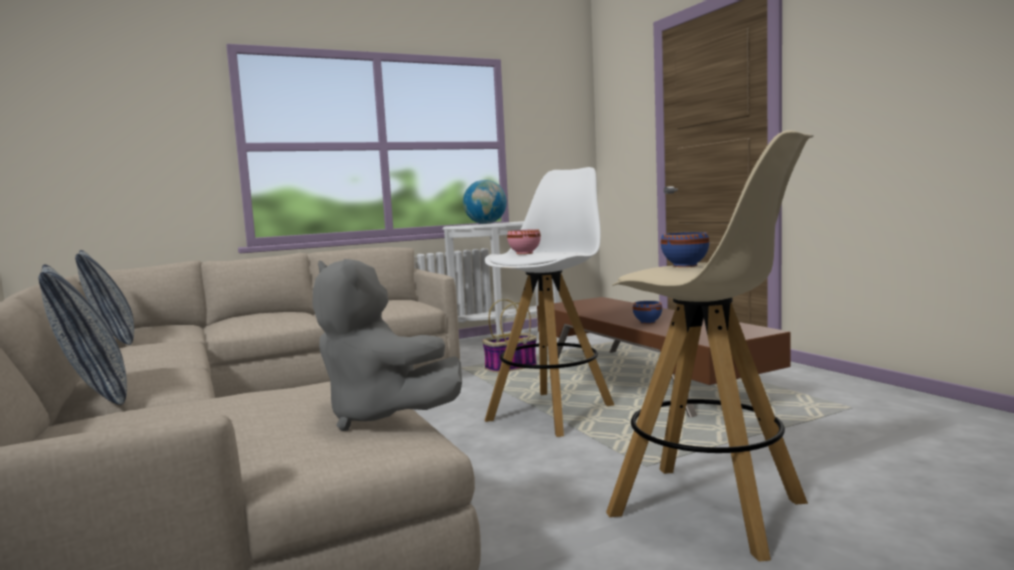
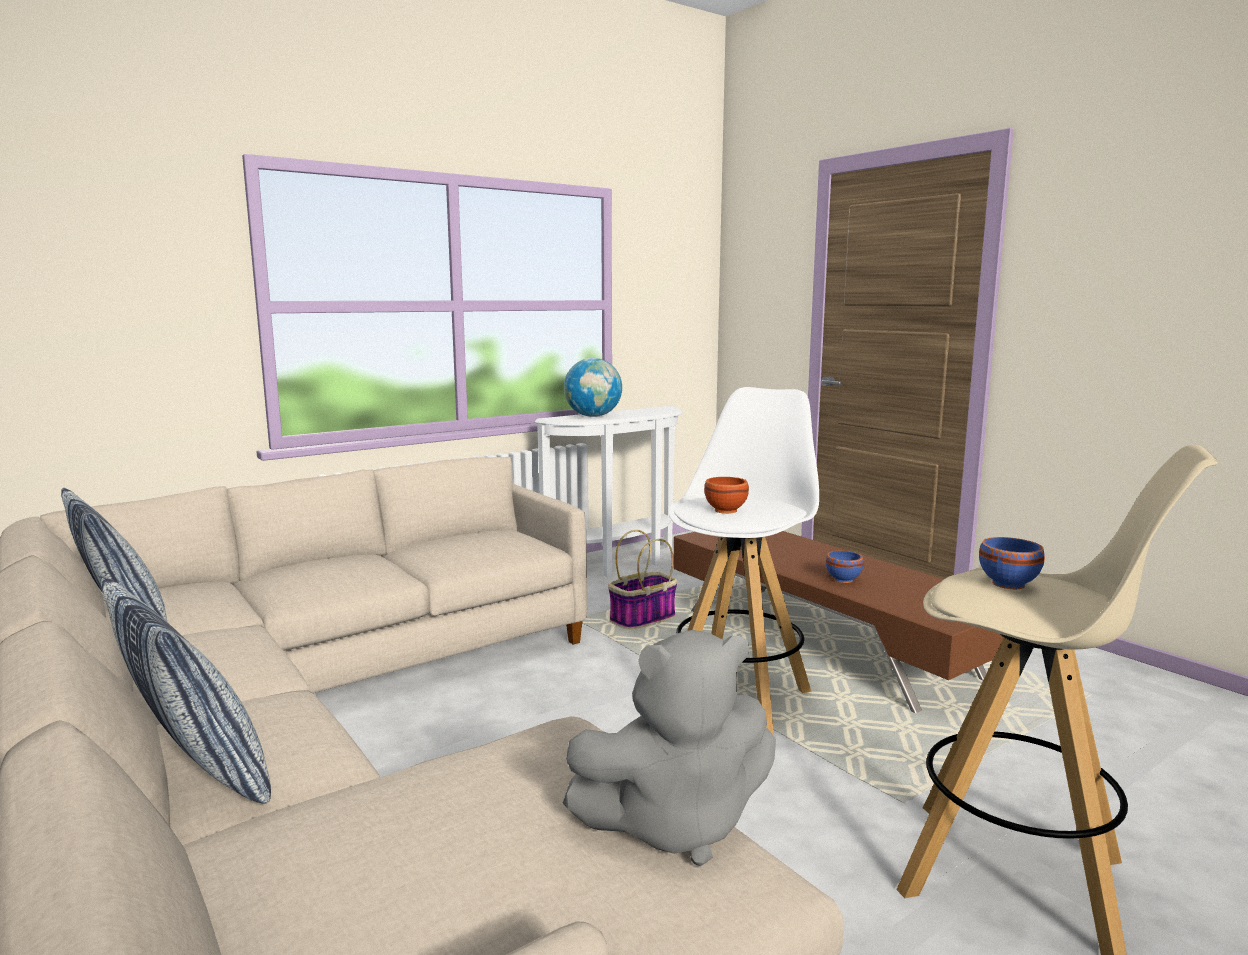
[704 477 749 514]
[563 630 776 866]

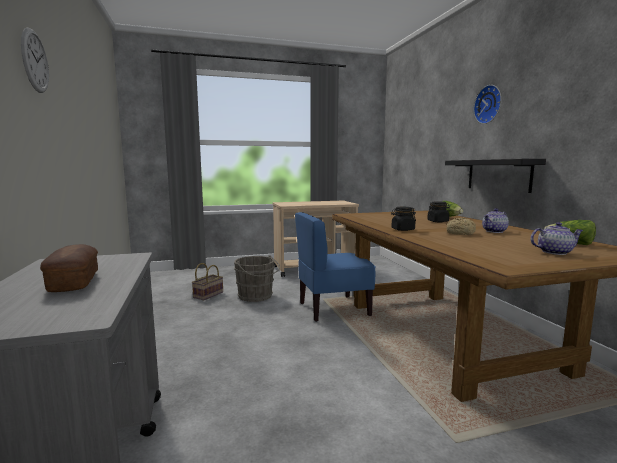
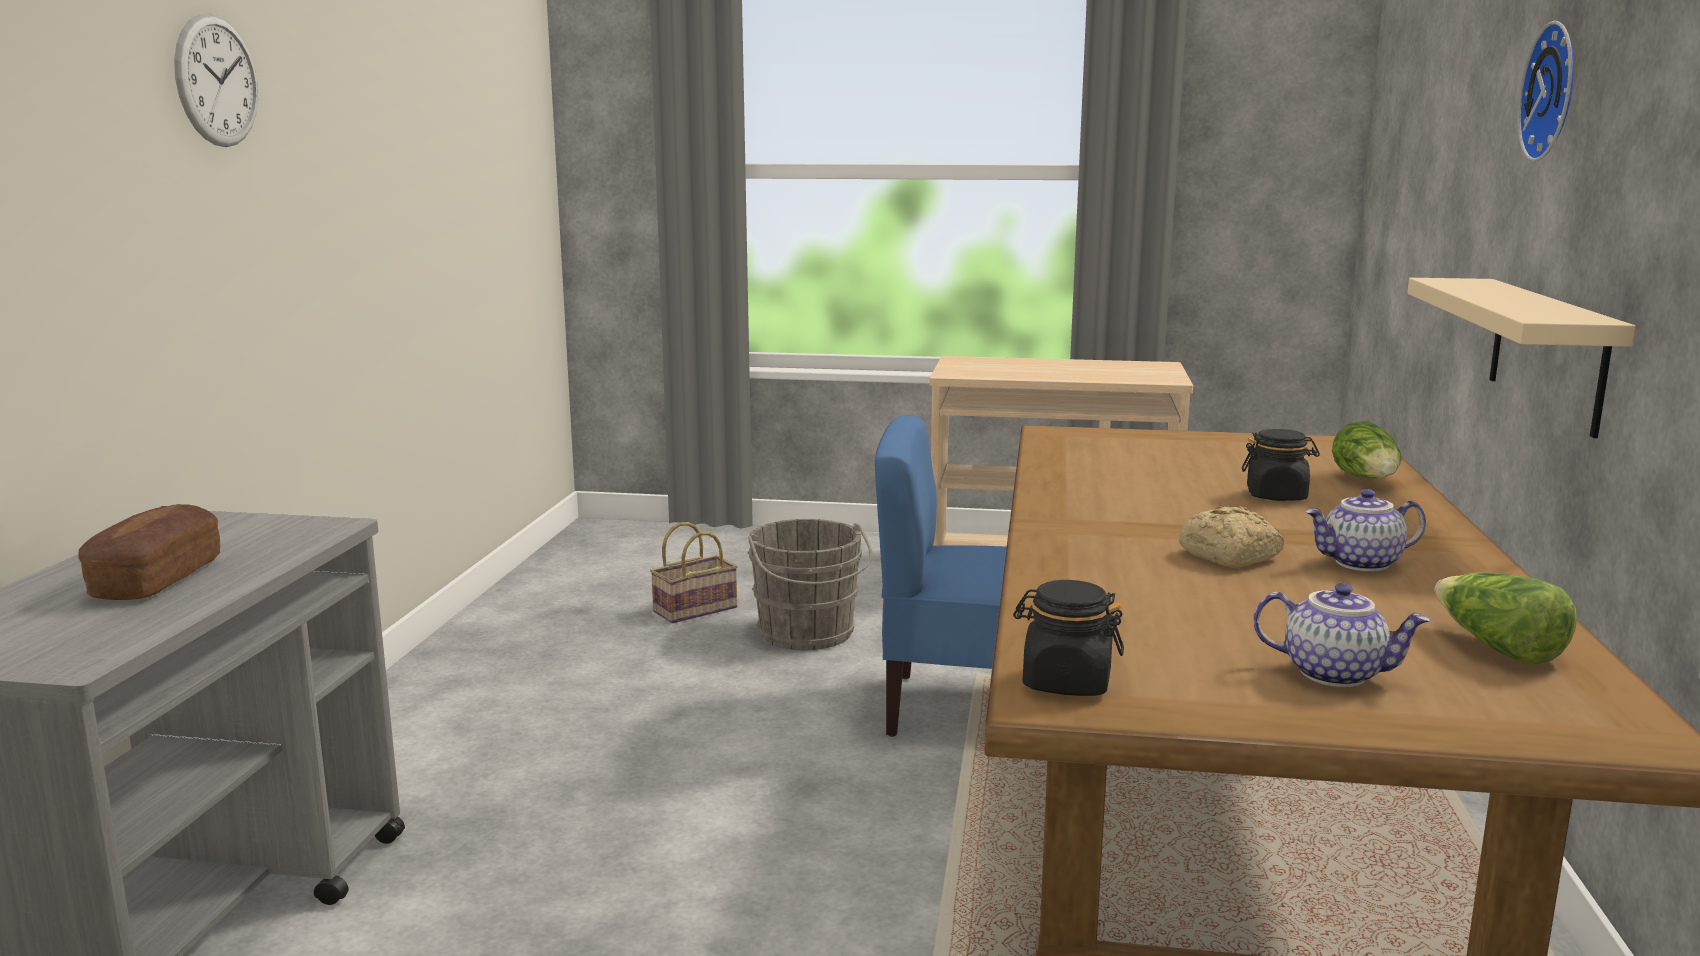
[1013 580 1124 696]
[1407 278 1636 438]

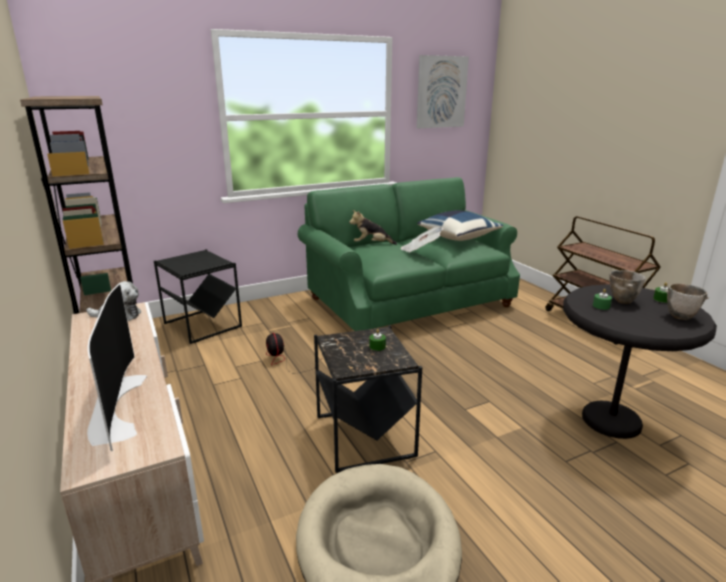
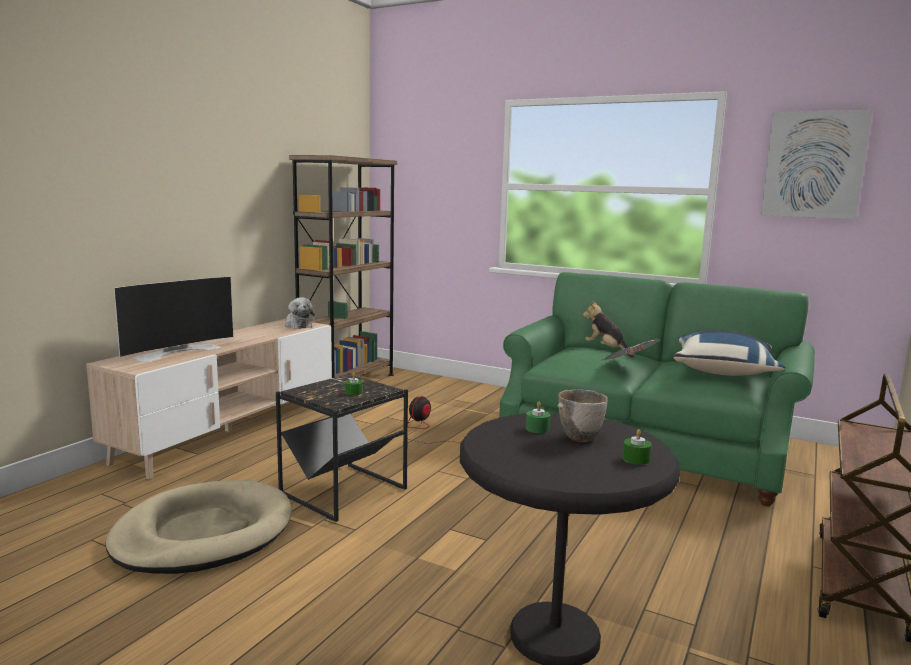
[154 249 242 344] (first image)
[665 283 709 320] (first image)

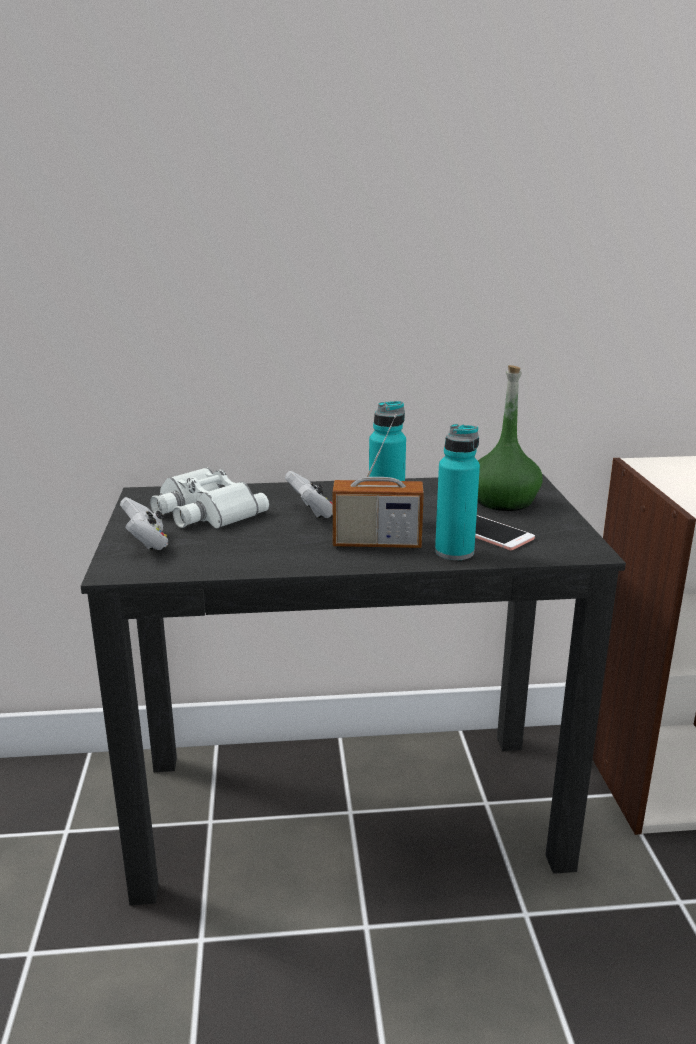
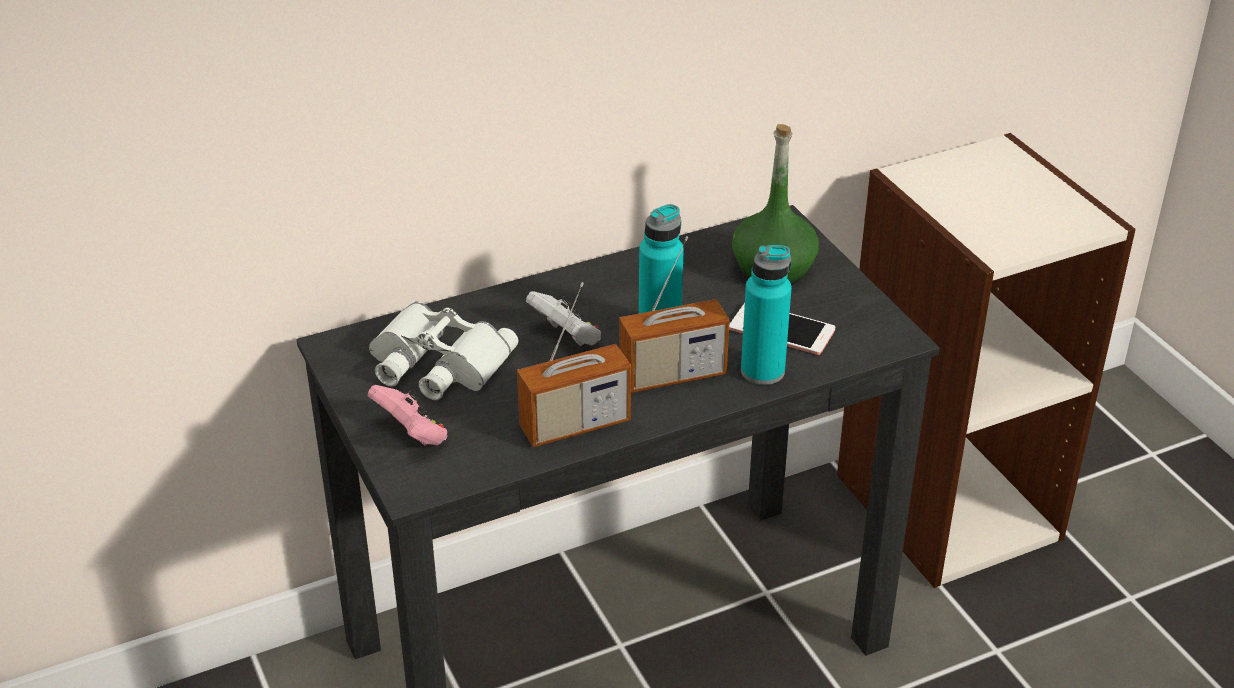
[517 282 631 447]
[368 385 448 446]

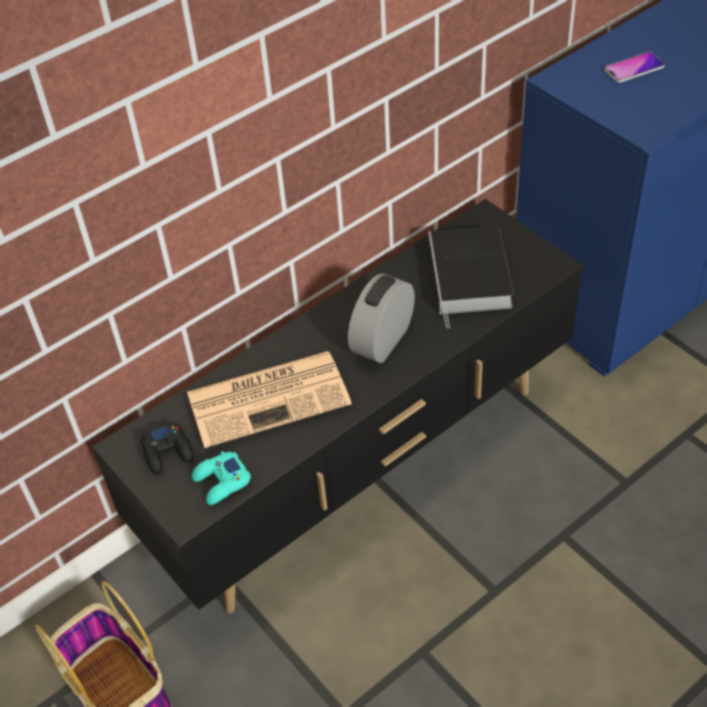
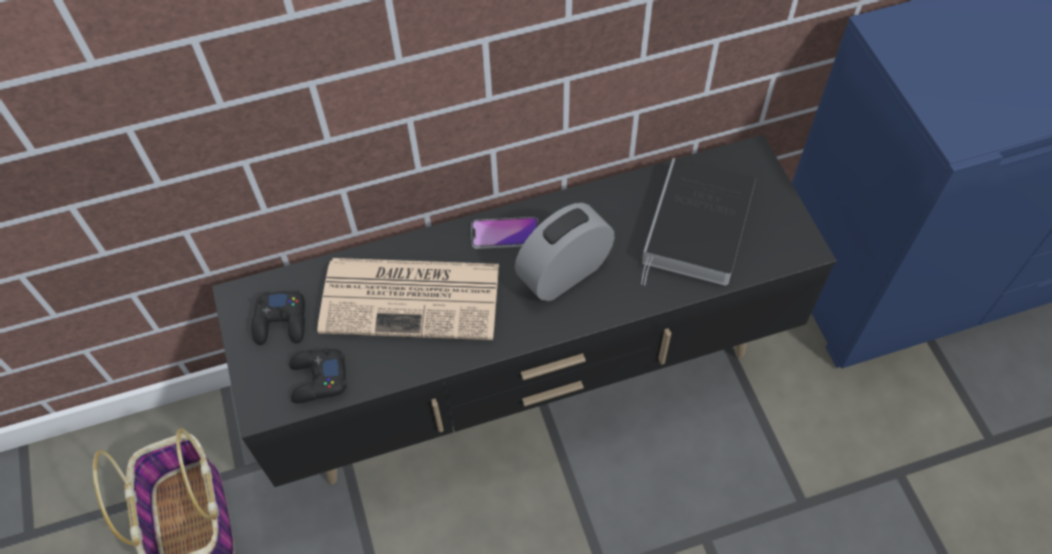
[471 217 538 249]
[289 348 347 403]

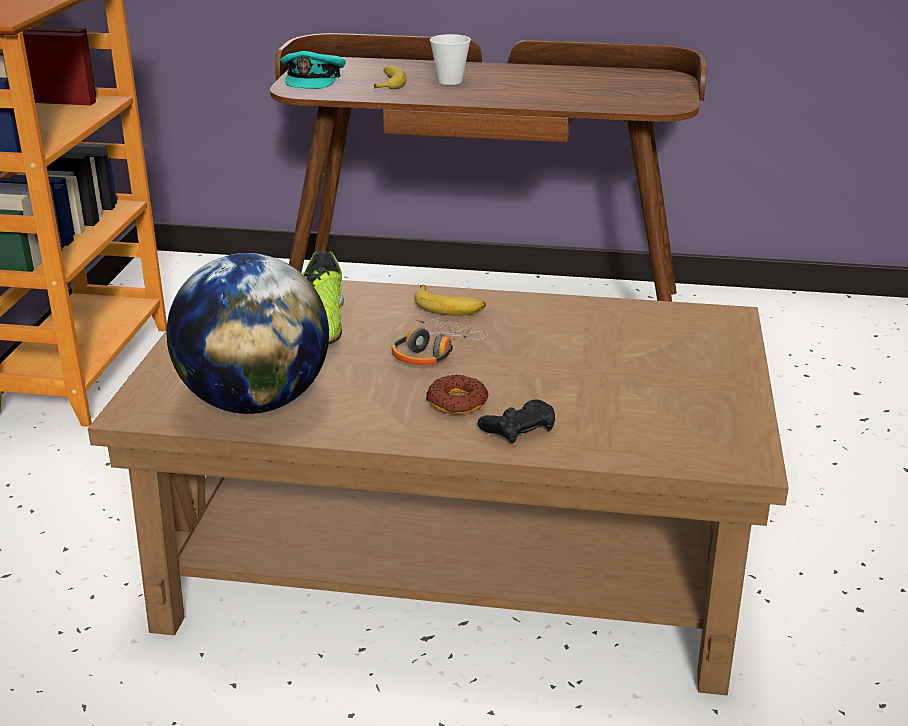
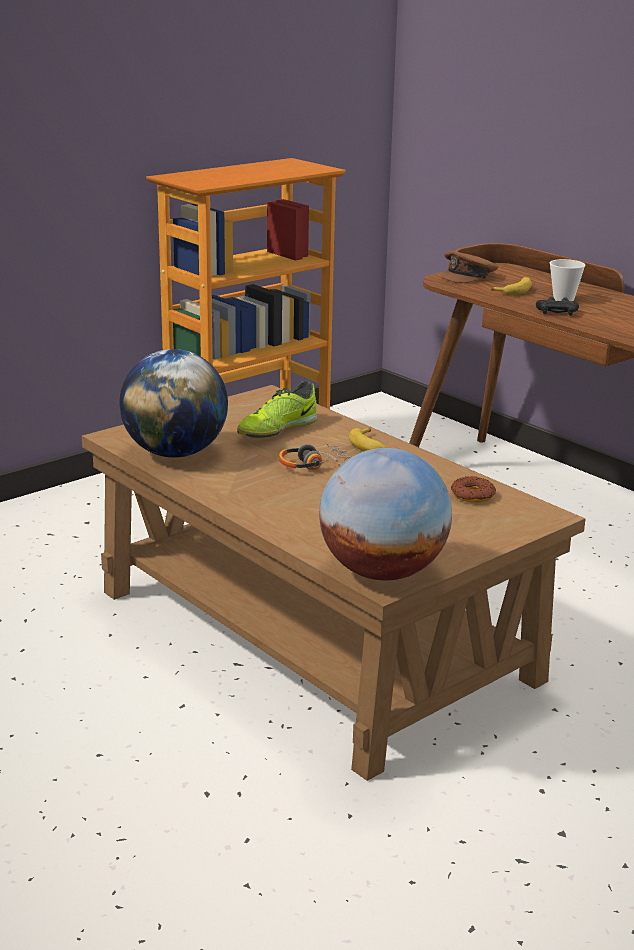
[319 448 452 581]
[451 476 496 503]
[536 297 579 316]
[441 251 498 283]

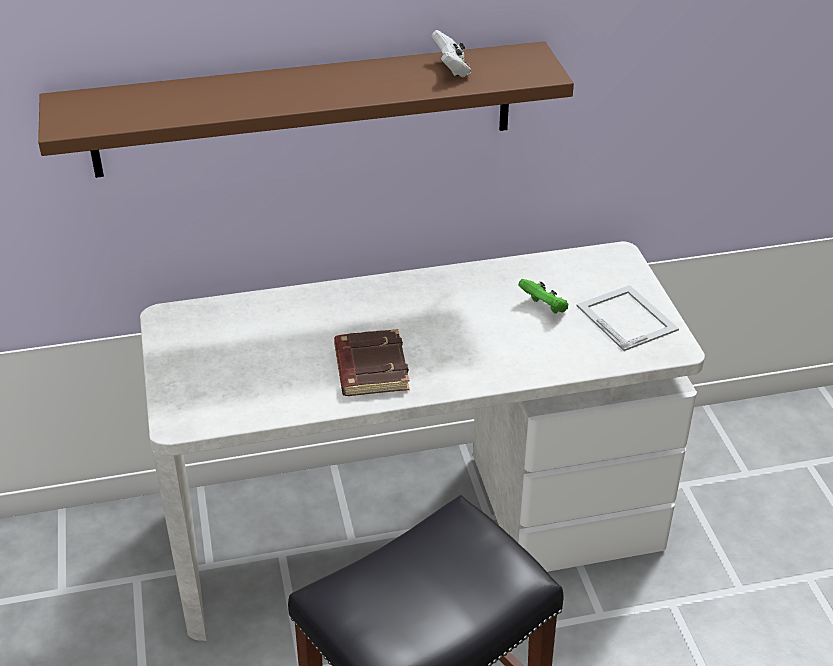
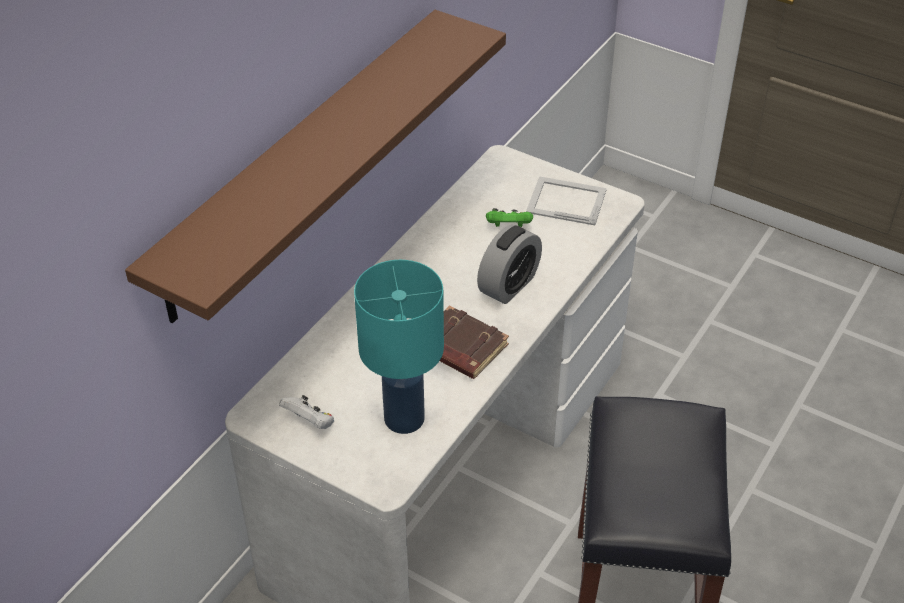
[354 260 444 434]
[477 225 542 304]
[279 395 334 429]

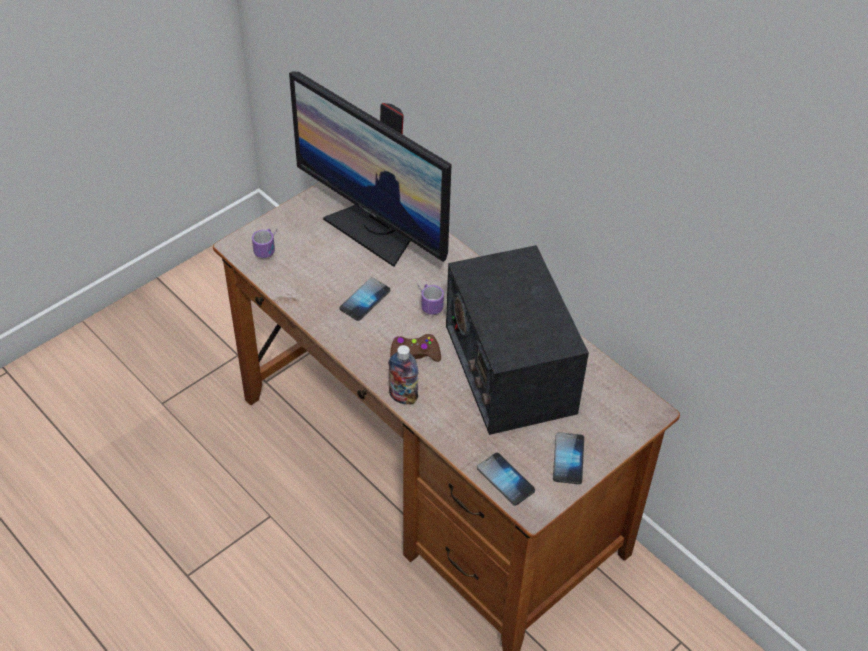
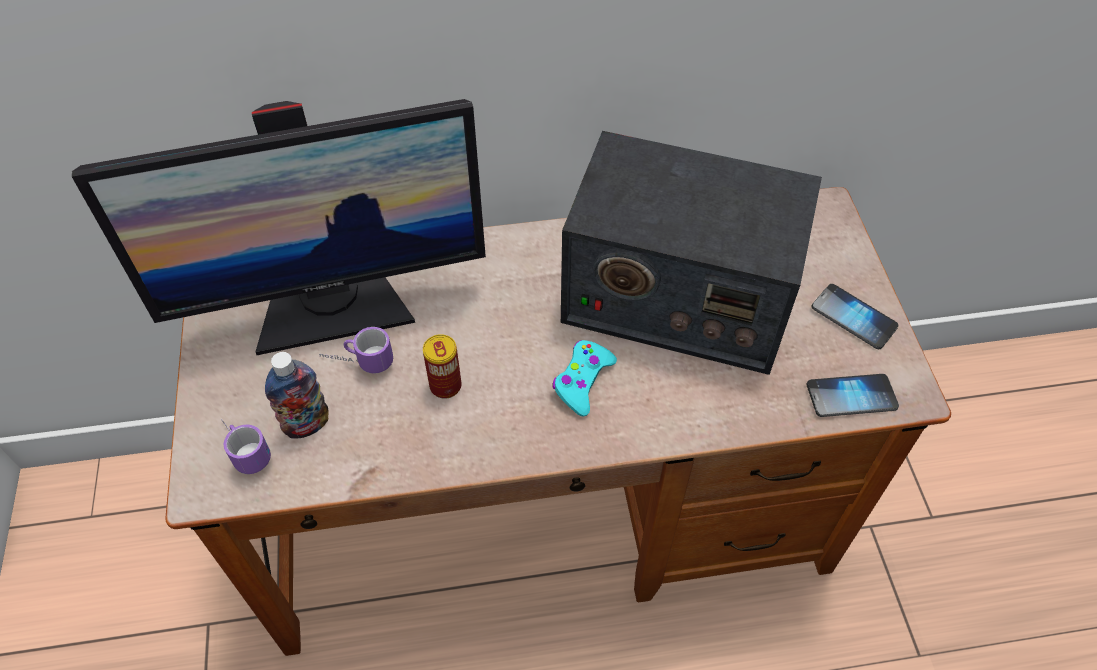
[265 352 329 439]
[319 327 393 373]
[423 334 462 399]
[552 340 617 416]

